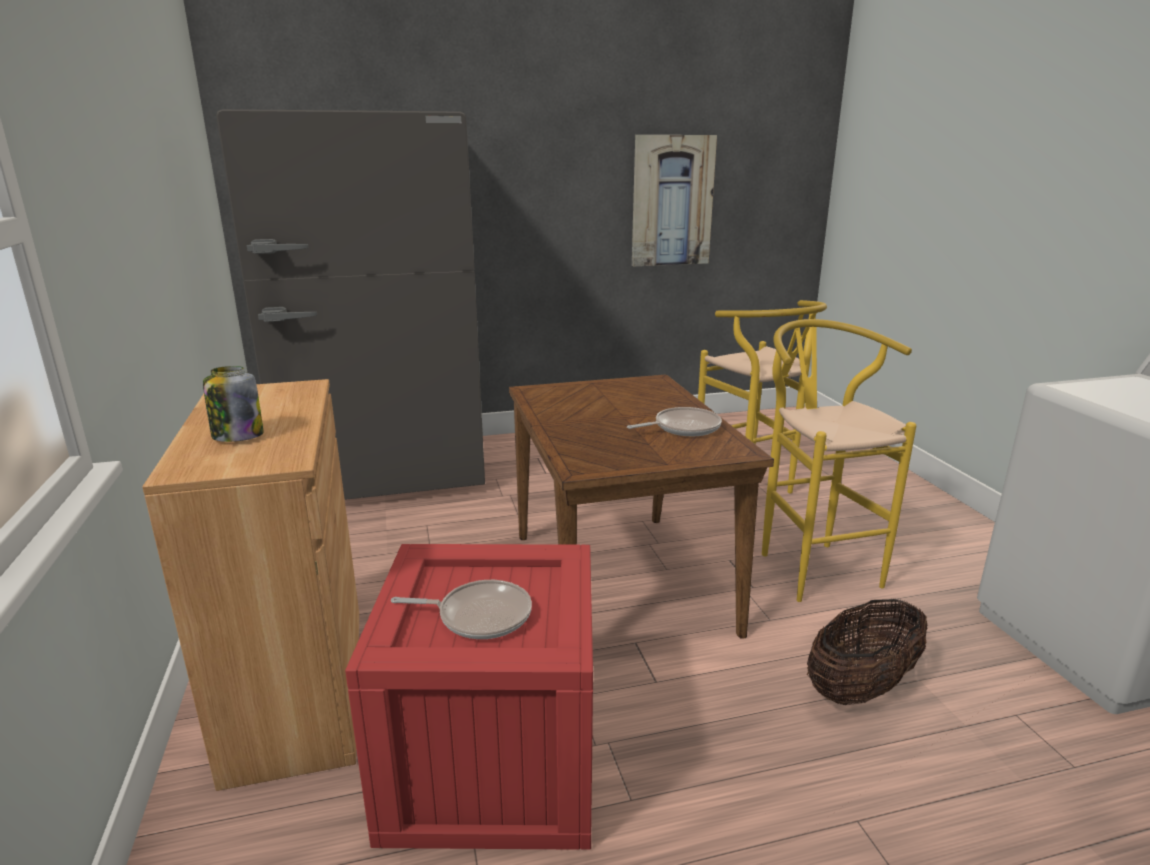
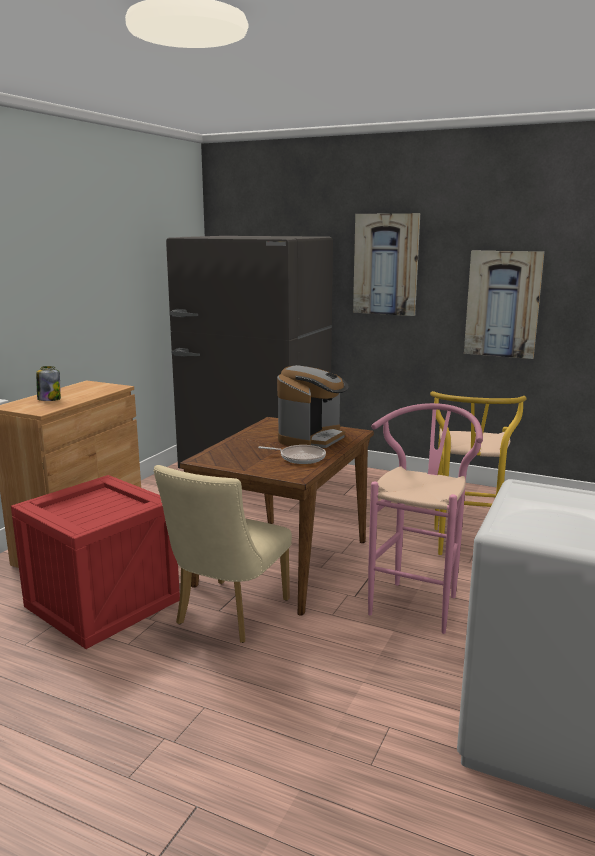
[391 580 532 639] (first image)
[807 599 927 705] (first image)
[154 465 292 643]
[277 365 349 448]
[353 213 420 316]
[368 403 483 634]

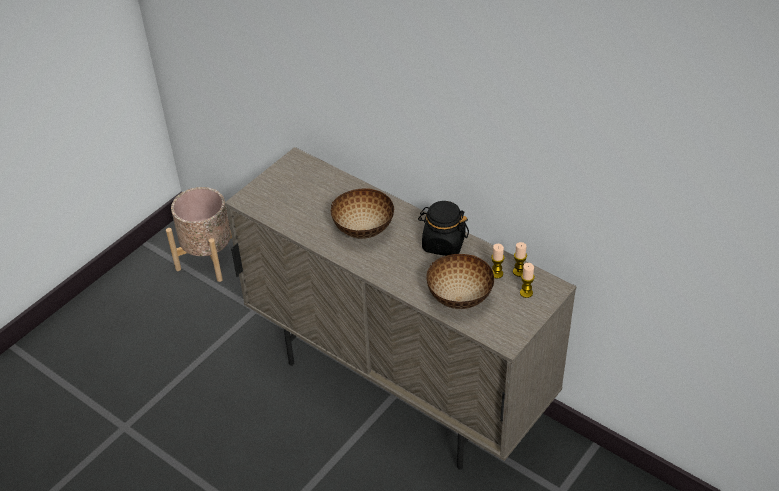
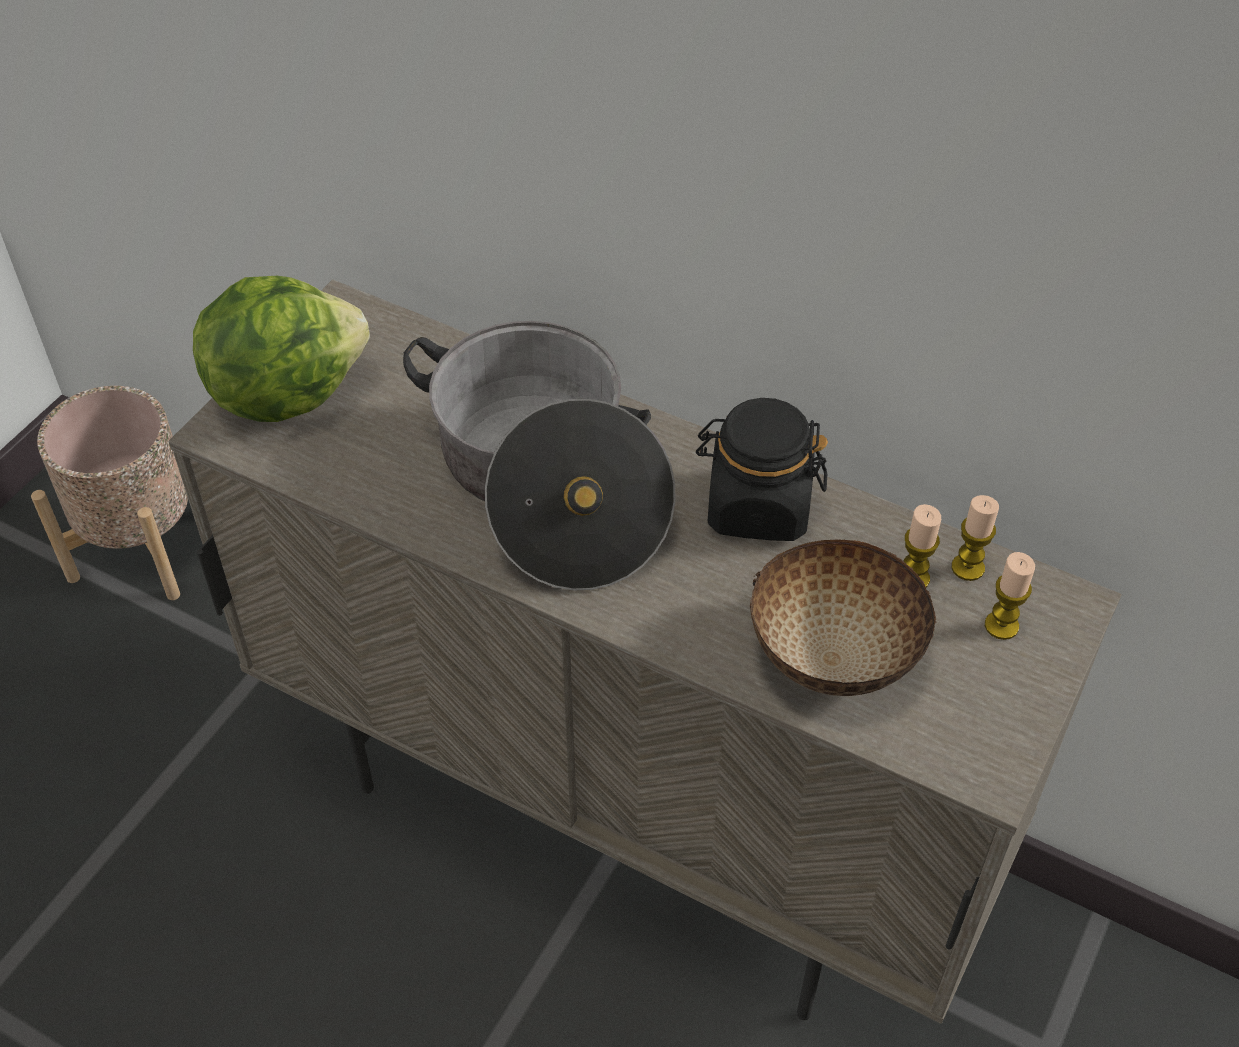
[193 276 370 422]
[403 321 676 590]

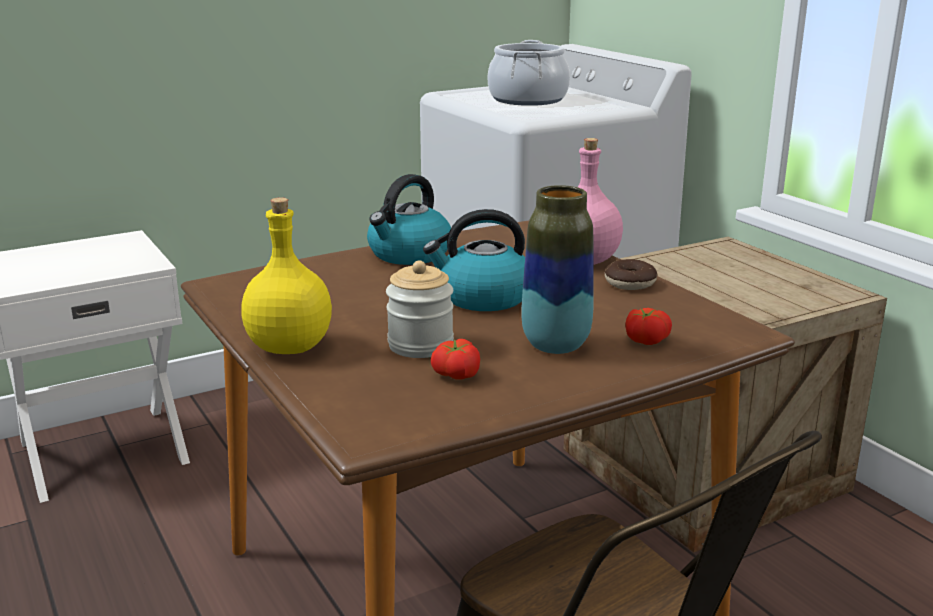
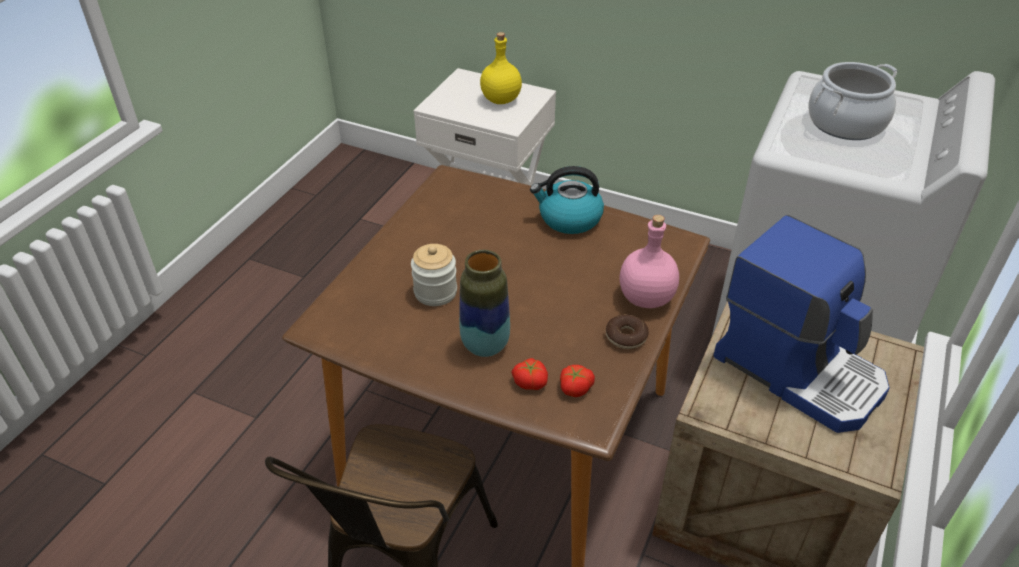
[423 209 525 311] (first image)
[713 215 890 433]
[480 32 522 104]
[560 365 595 397]

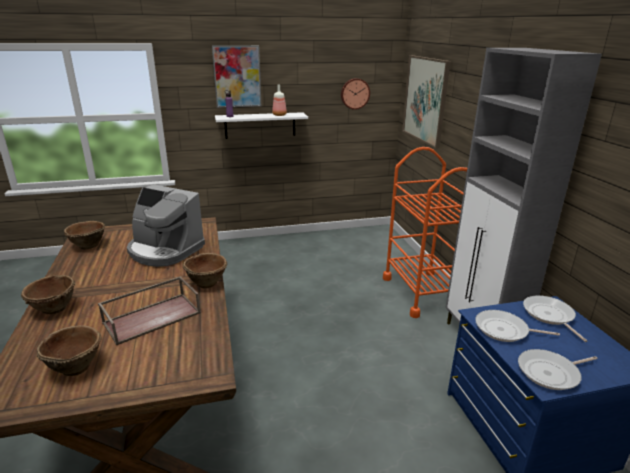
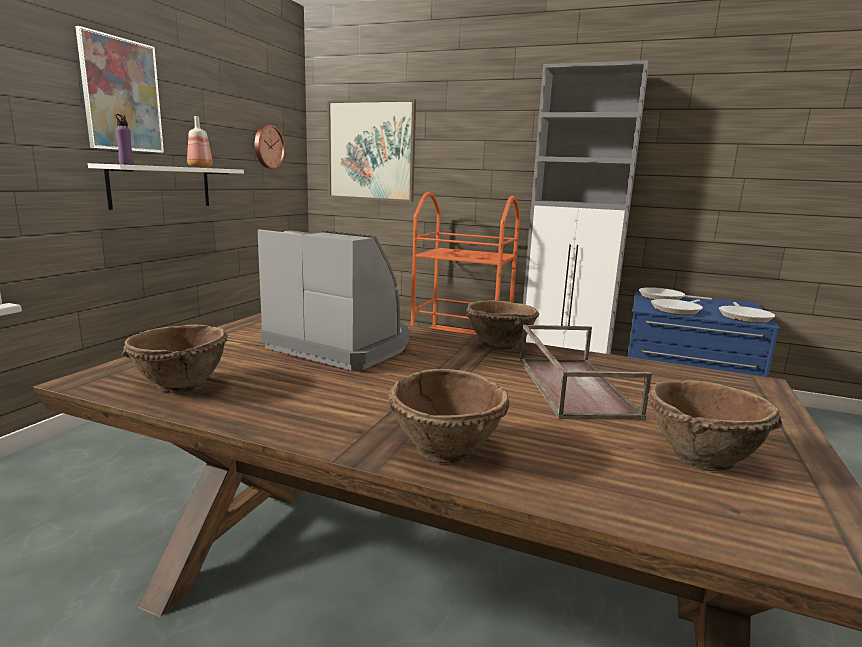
[258 229 409 371]

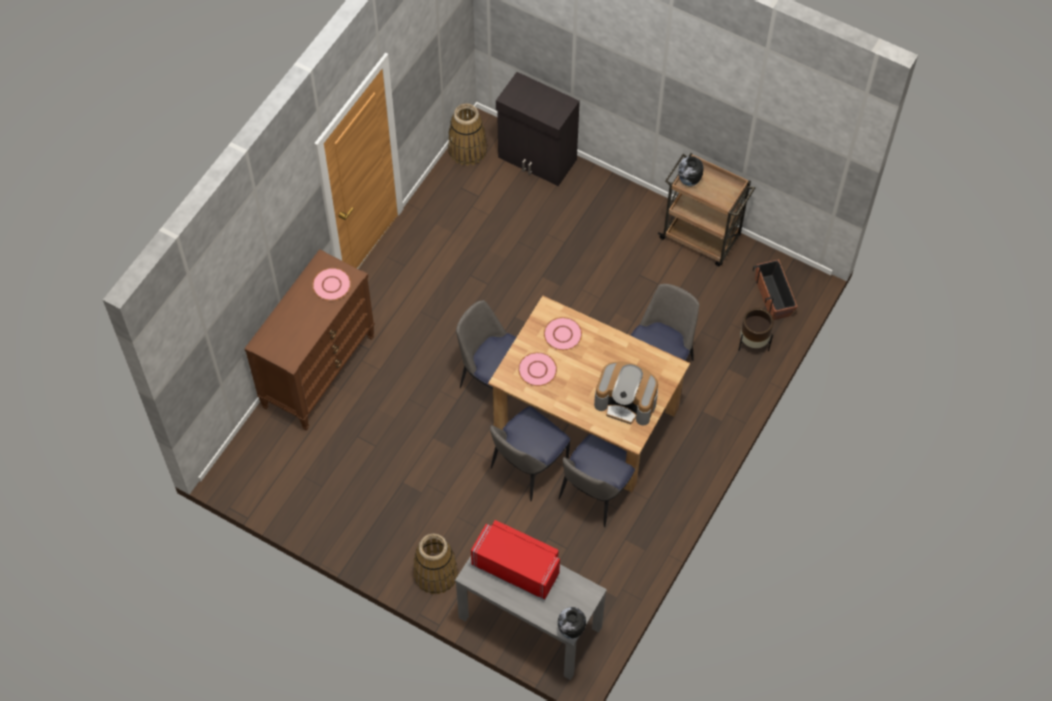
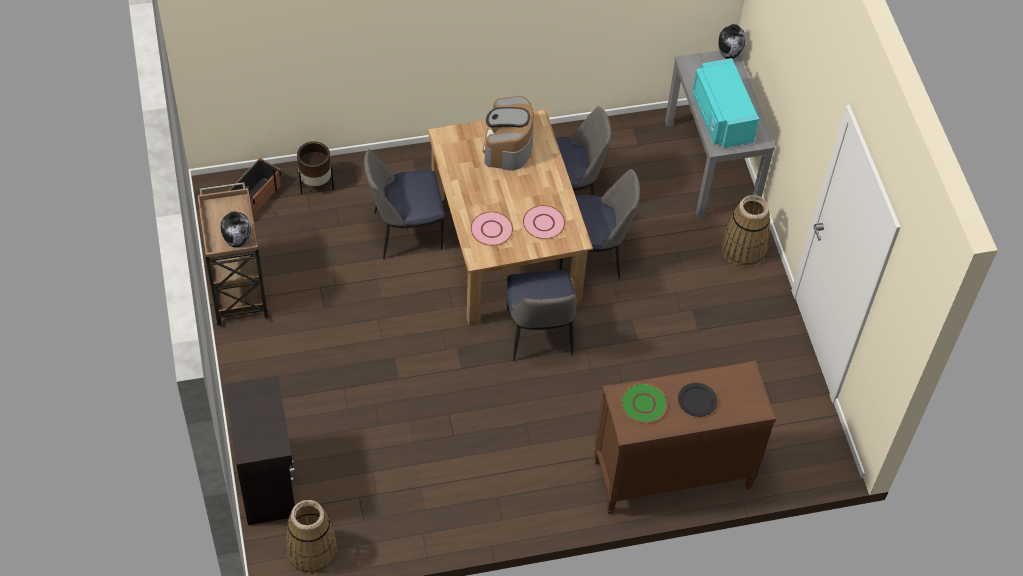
[678 383 717 417]
[621 383 667 423]
[692 58 759 149]
[483 96 534 171]

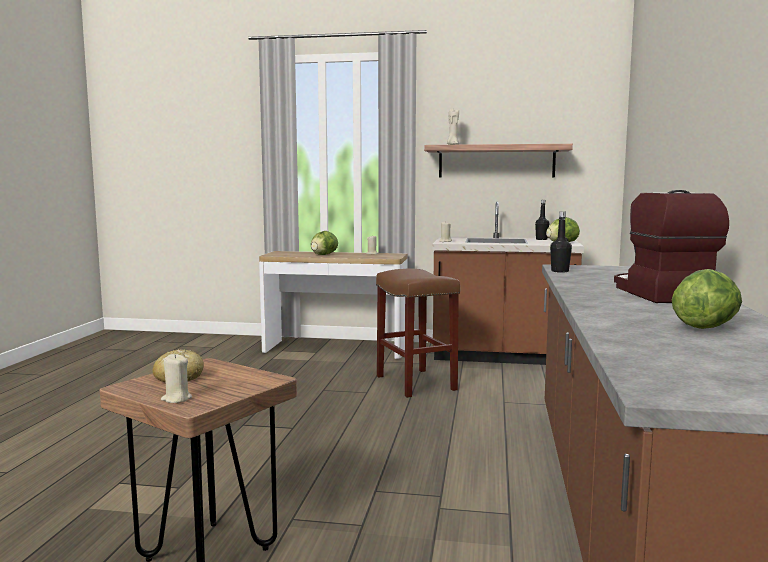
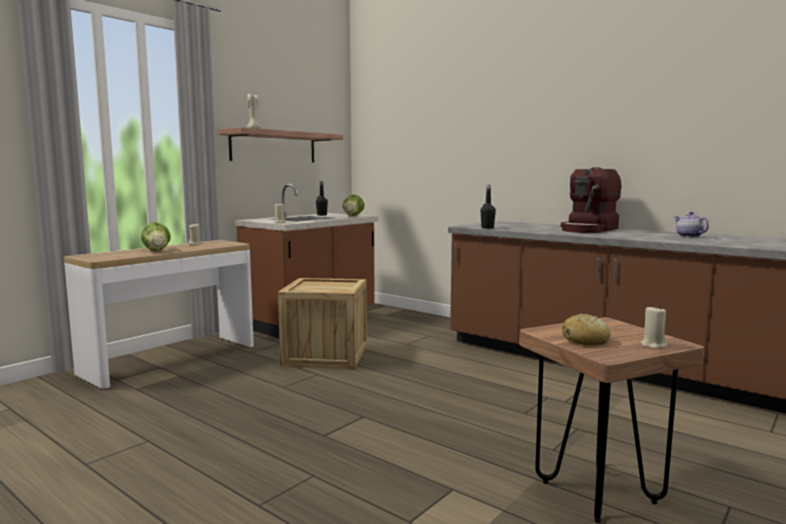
[278 278 367 369]
[674 212 709 237]
[561 167 621 233]

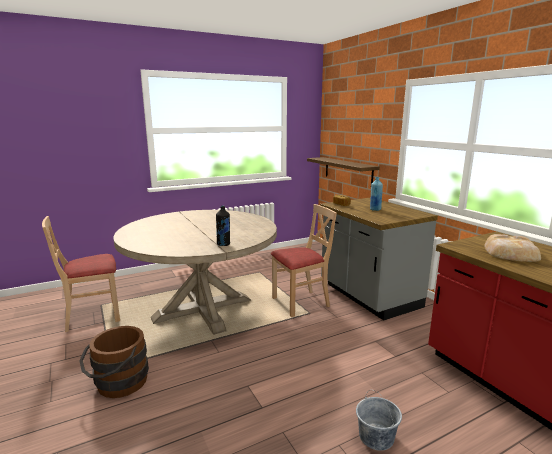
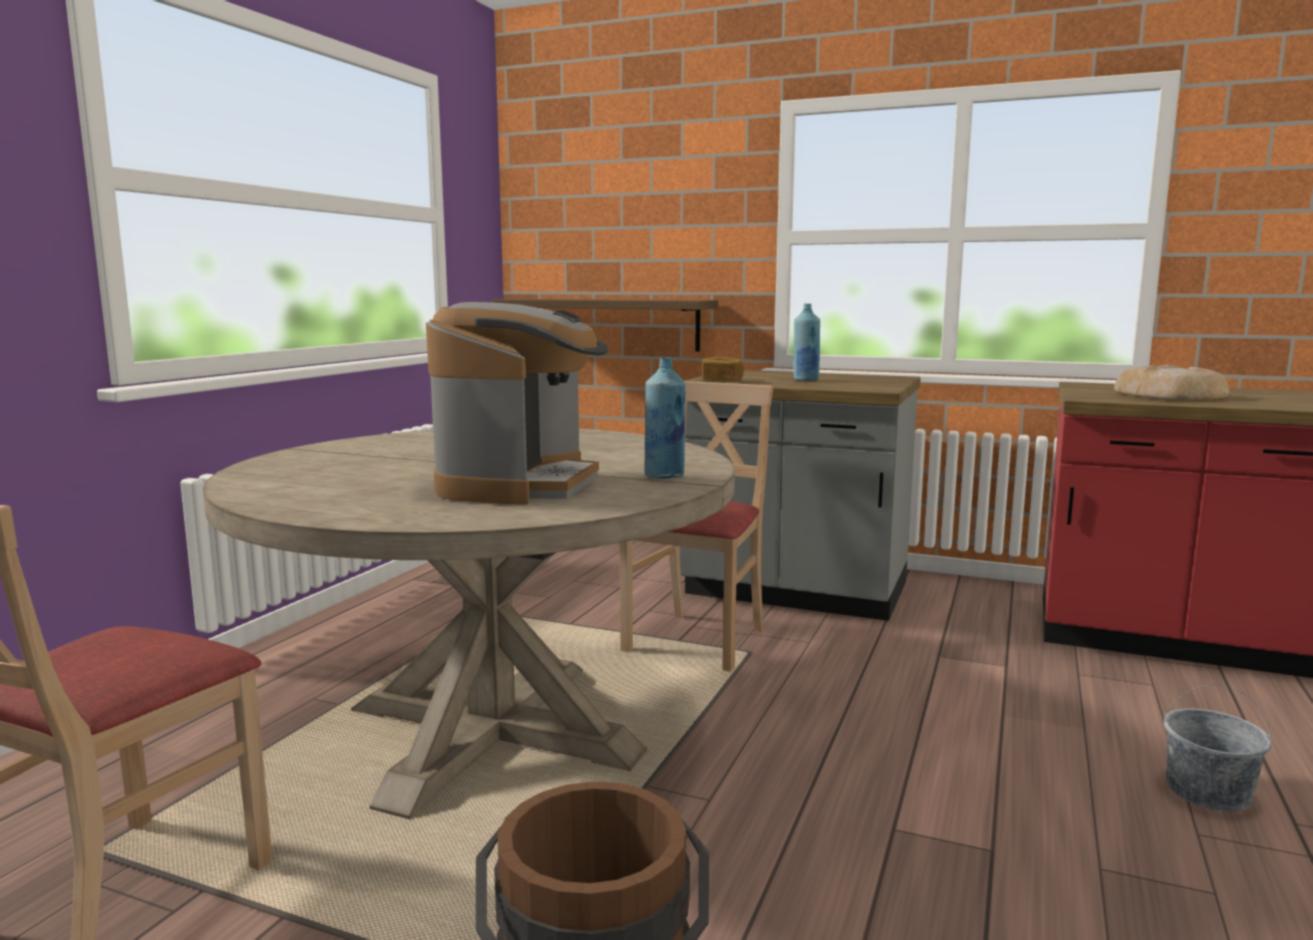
[426 302 608 505]
[644 358 686 479]

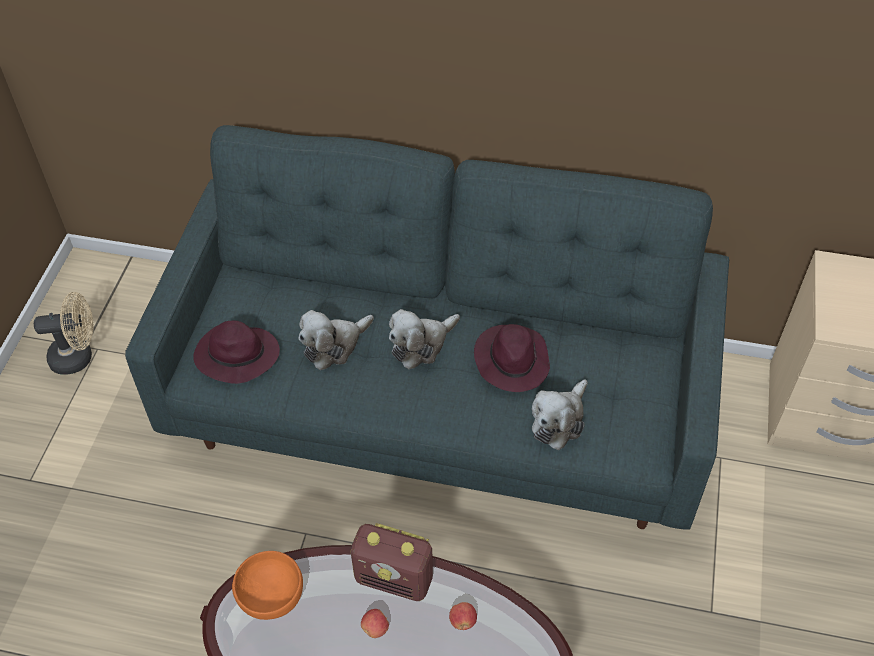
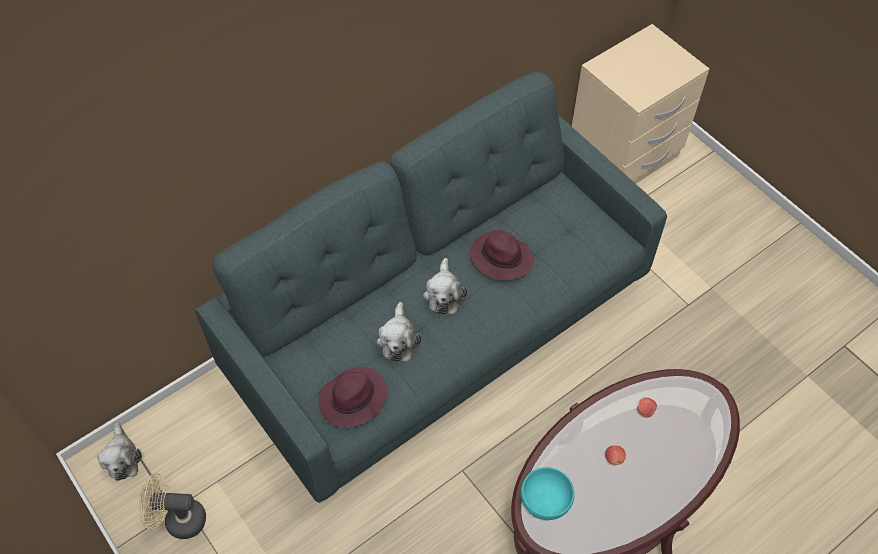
[350 523 433 601] (first image)
[97 422 142 481]
[520 467 575 520]
[138 473 206 539]

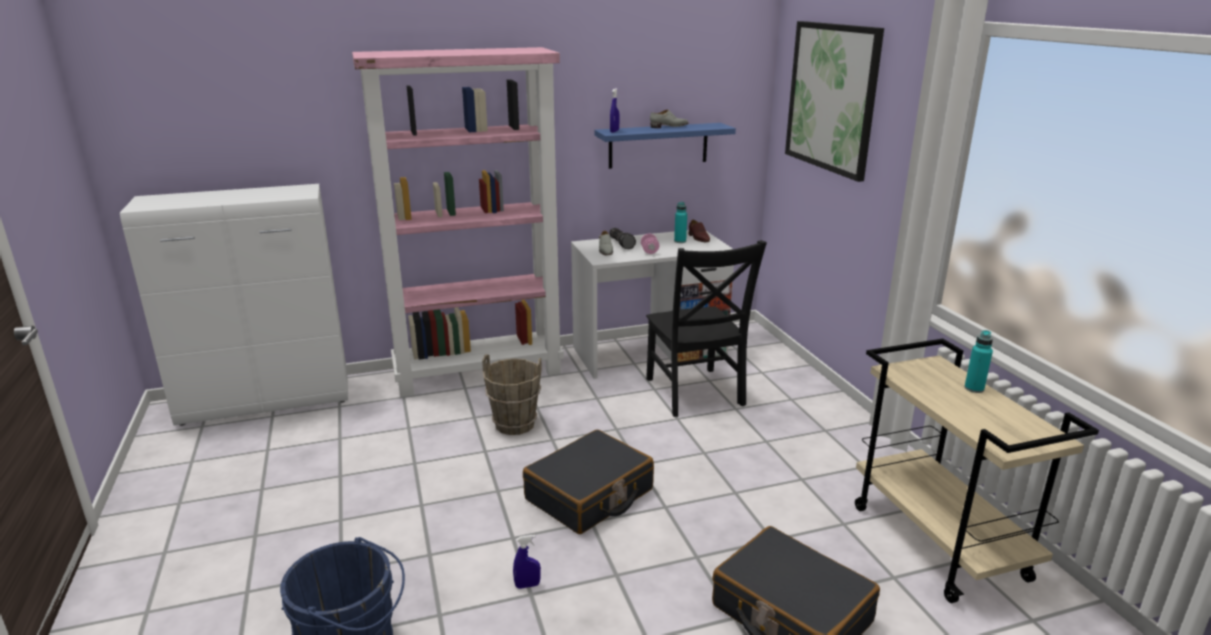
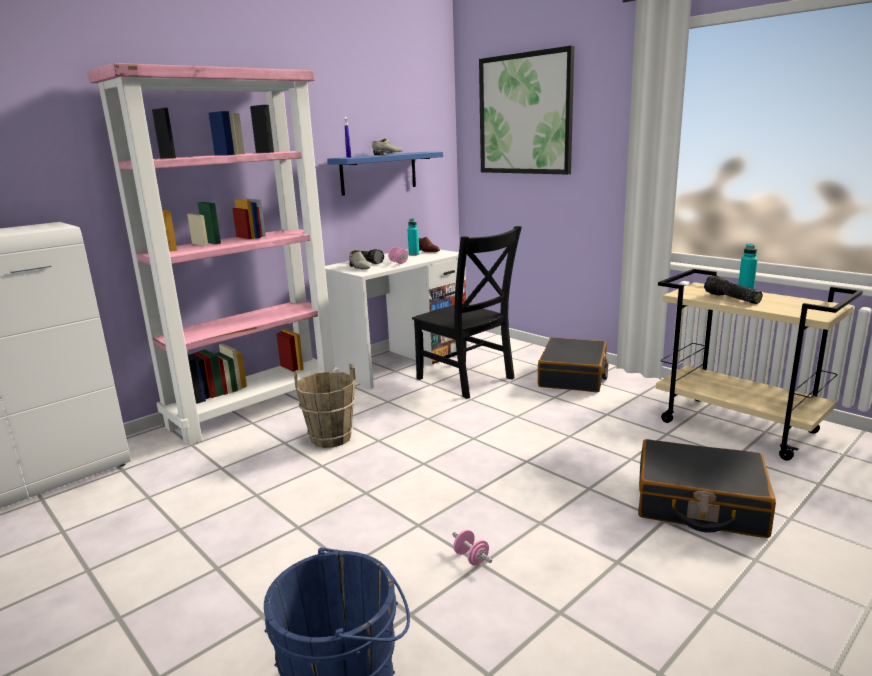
[704 275 762 304]
[538 337 609 392]
[452 530 492 566]

